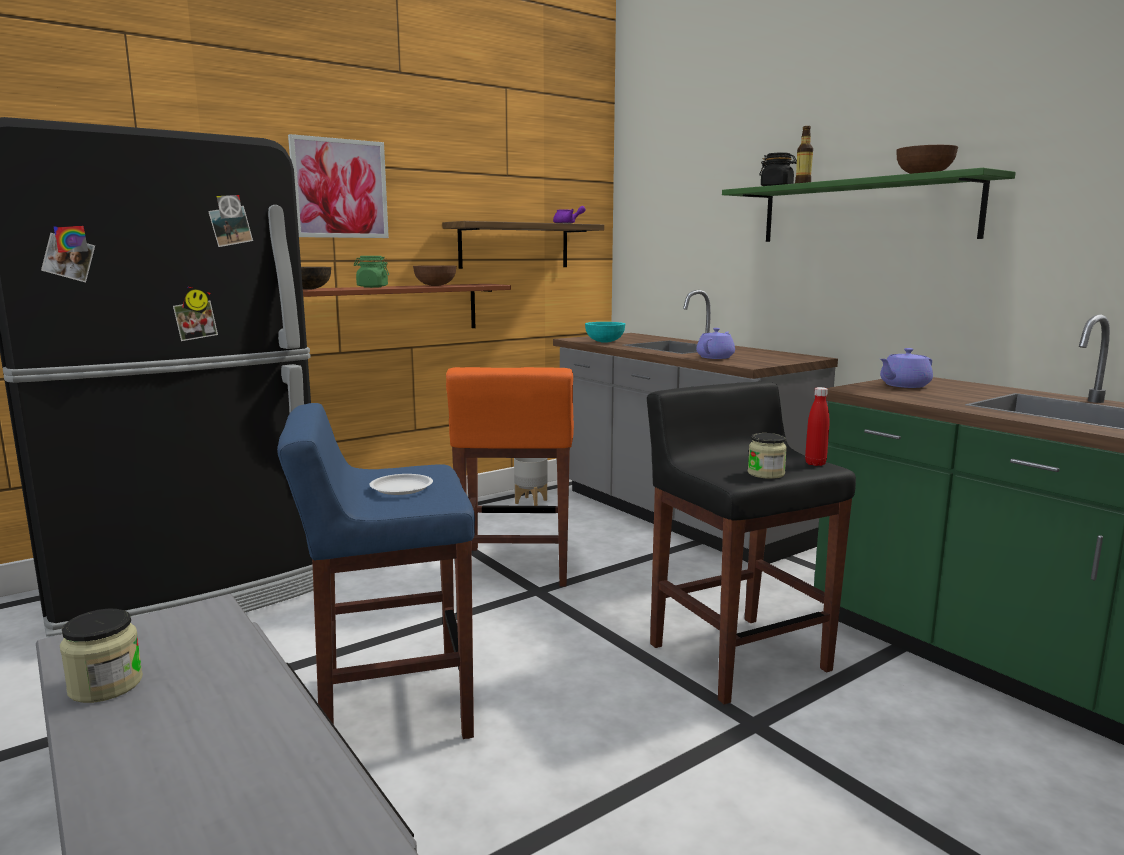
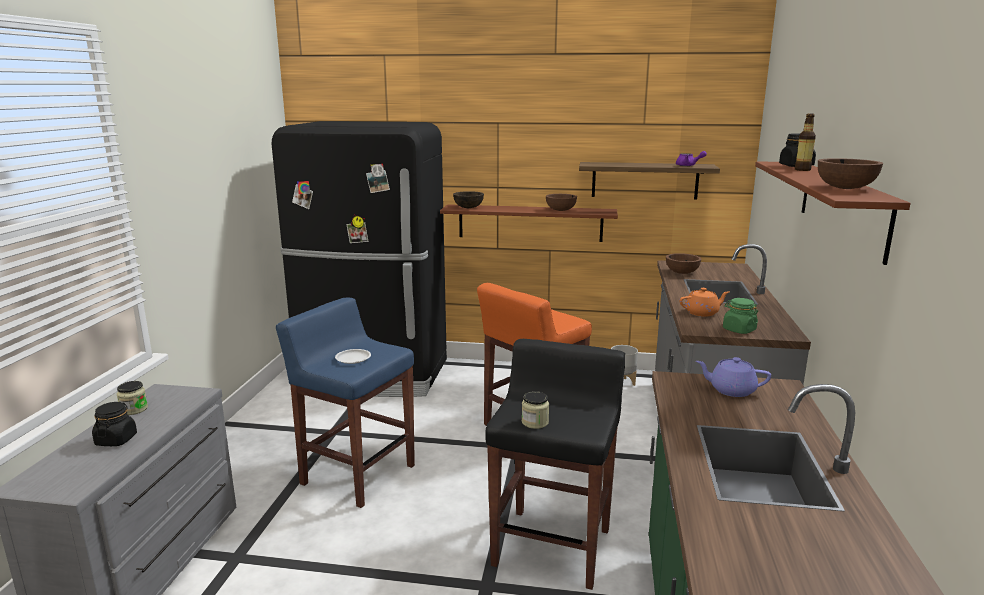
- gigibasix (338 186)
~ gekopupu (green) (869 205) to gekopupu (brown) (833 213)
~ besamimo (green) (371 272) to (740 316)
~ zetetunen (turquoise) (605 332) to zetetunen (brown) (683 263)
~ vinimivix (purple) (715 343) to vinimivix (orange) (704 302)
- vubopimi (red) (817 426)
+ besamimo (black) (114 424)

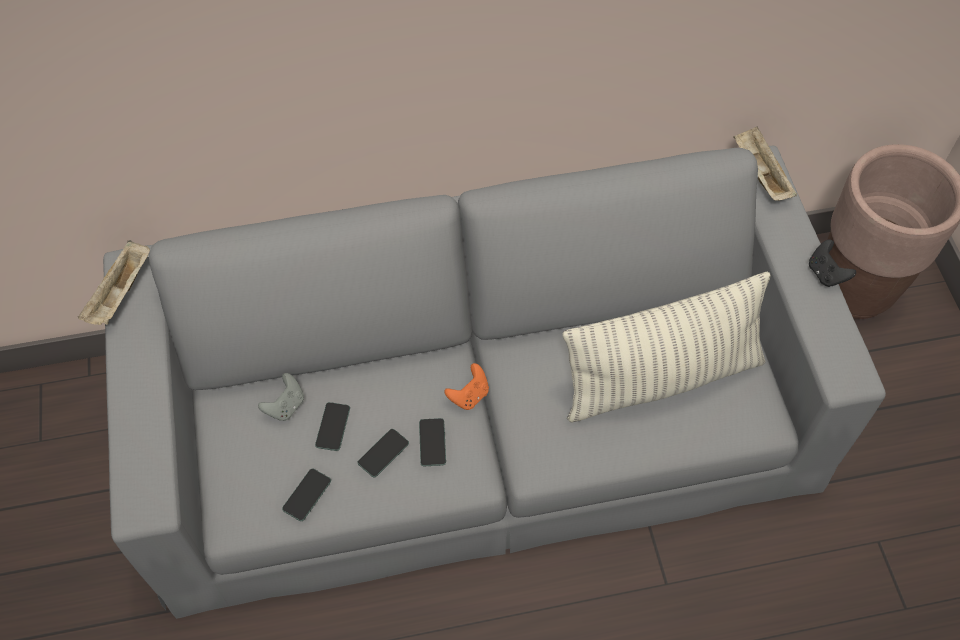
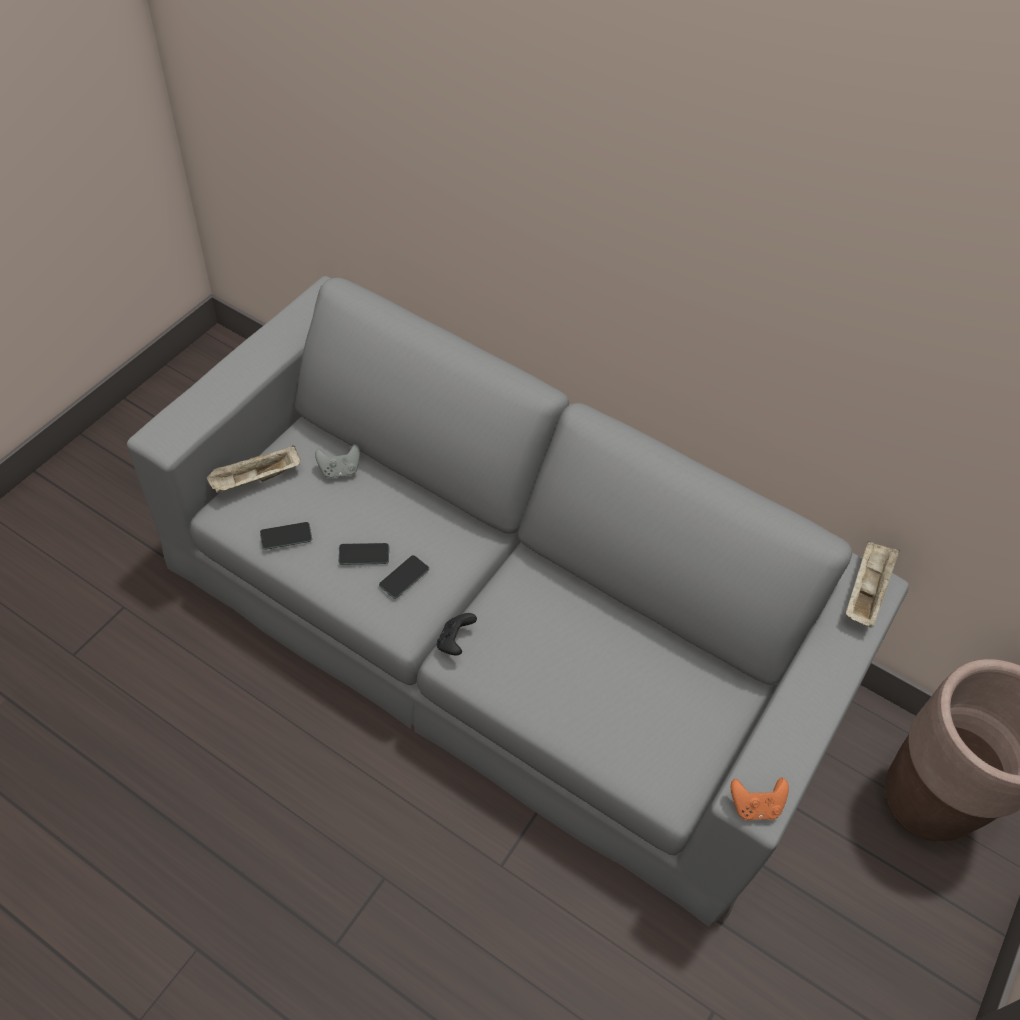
~ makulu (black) (832 263) to (457 634)
~ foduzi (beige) (114 282) to (254 469)
- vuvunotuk (667 347)
~ makulu (orange) (466 386) to (760 799)
- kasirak (332 426)

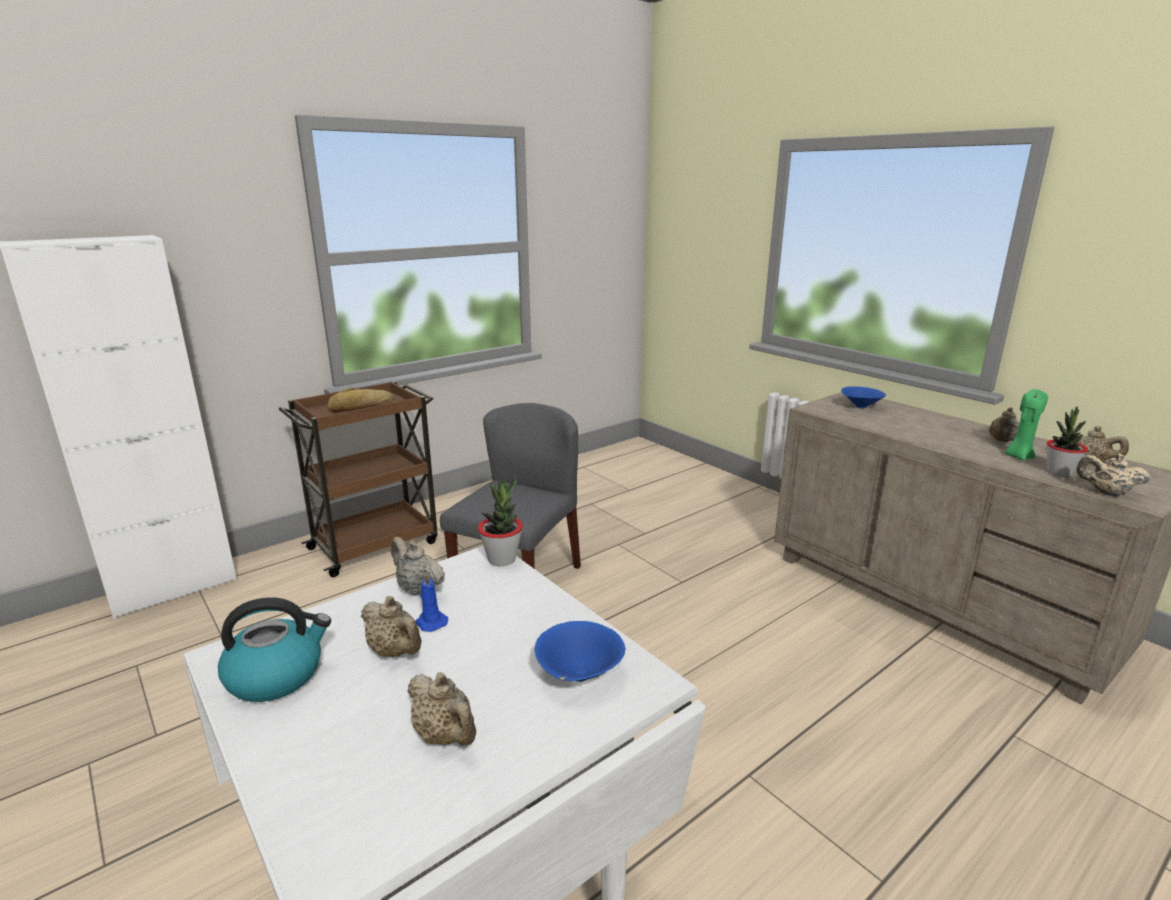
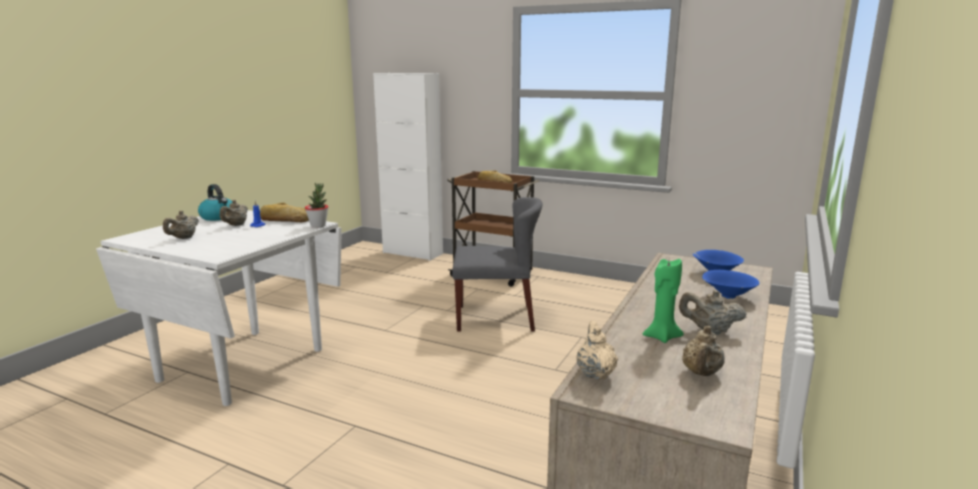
- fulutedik (1067 441)
~ vinimivix (beige) (418 566) to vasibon (284 212)
~ zetetunen (blue) (580 651) to (731 284)

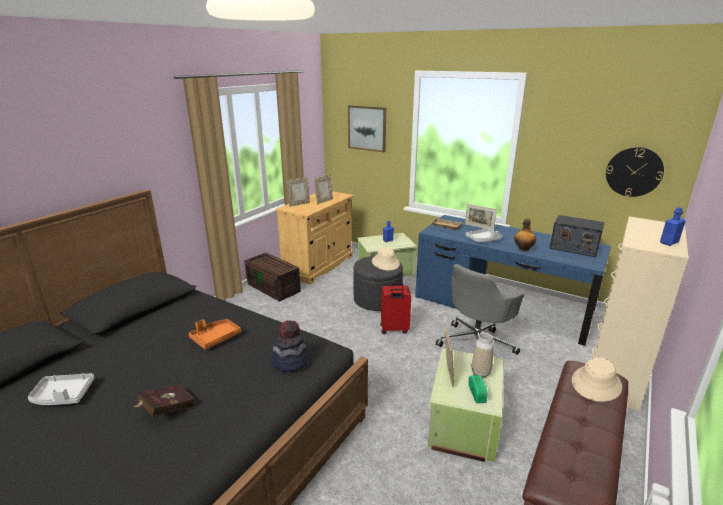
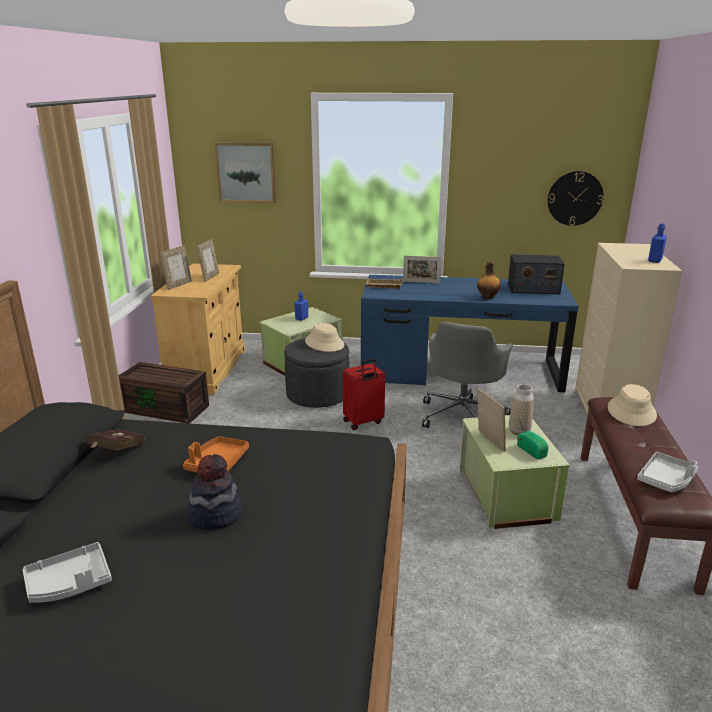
~ foduzi (grey) (484 235) to (667 472)
~ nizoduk (289 346) to (214 492)
~ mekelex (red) (165 401) to (115 440)

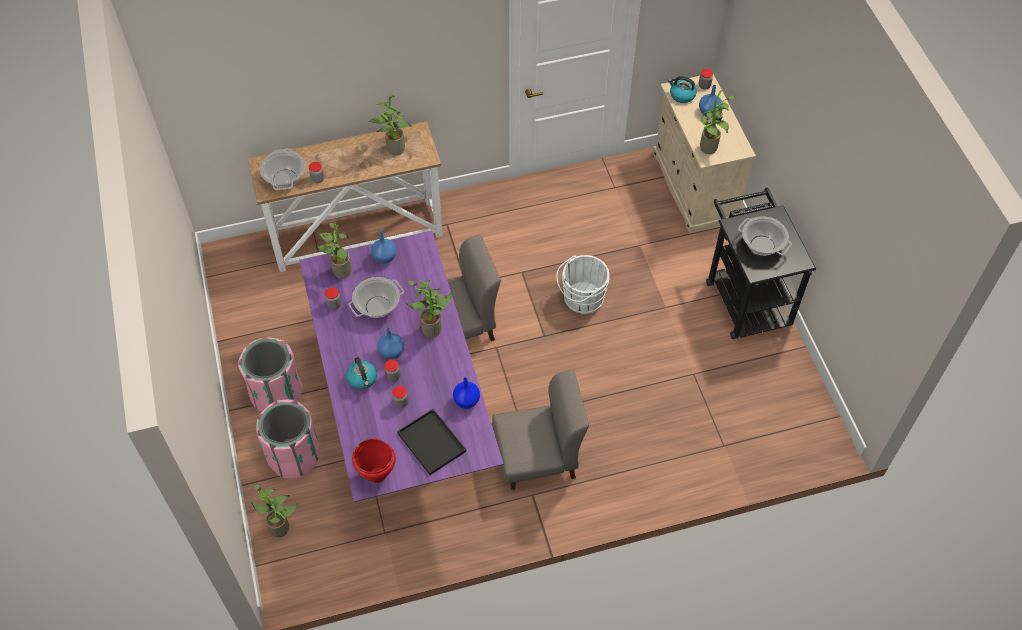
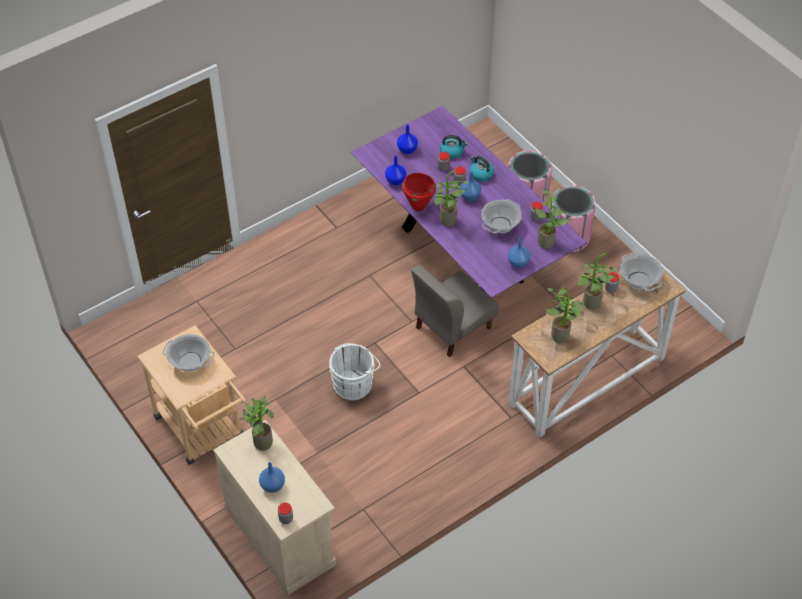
~ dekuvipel (682 89) to (454 147)
~ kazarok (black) (761 263) to kazarok (beige) (191 395)
- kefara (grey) (540 430)
~ foduzi (black) (431 442) to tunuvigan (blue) (407 139)
~ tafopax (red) (374 461) to (419 192)
~ fulutedik (274 510) to (598 281)

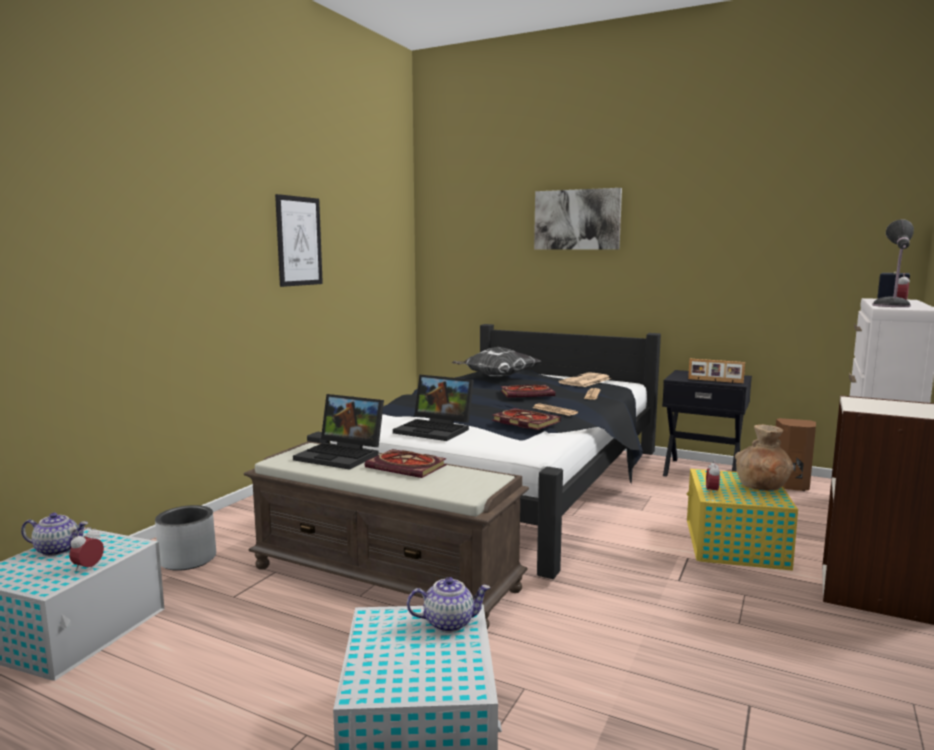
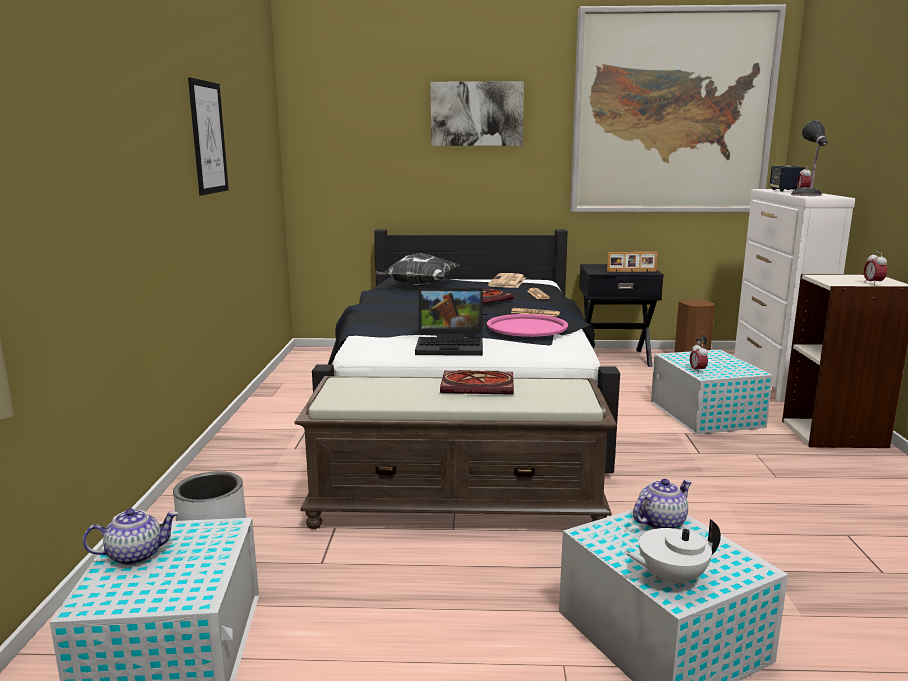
- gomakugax (338 432)
~ mekelex (526 419) to foduzi (pink) (527 325)
- tunuvigan (brown) (764 458)
~ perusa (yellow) (742 520) to perusa (white) (712 391)
~ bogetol (86 549) to (875 268)
+ gigibasix (678 108)
+ vinimivix (white) (672 553)

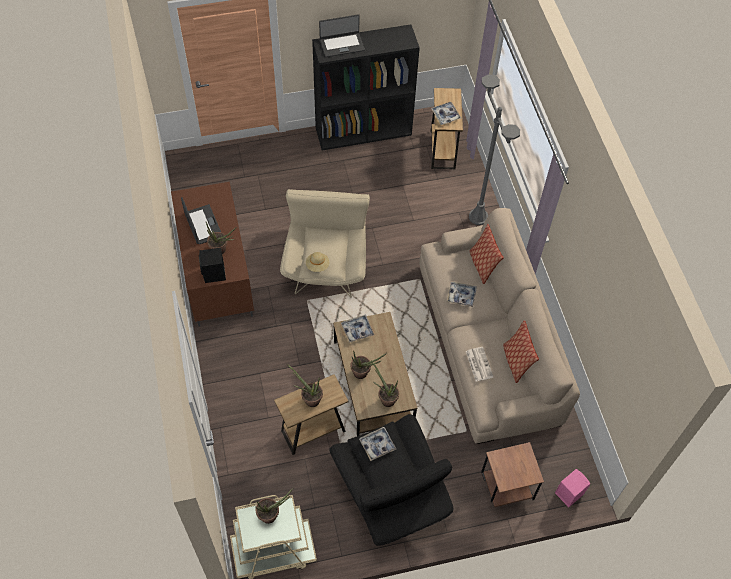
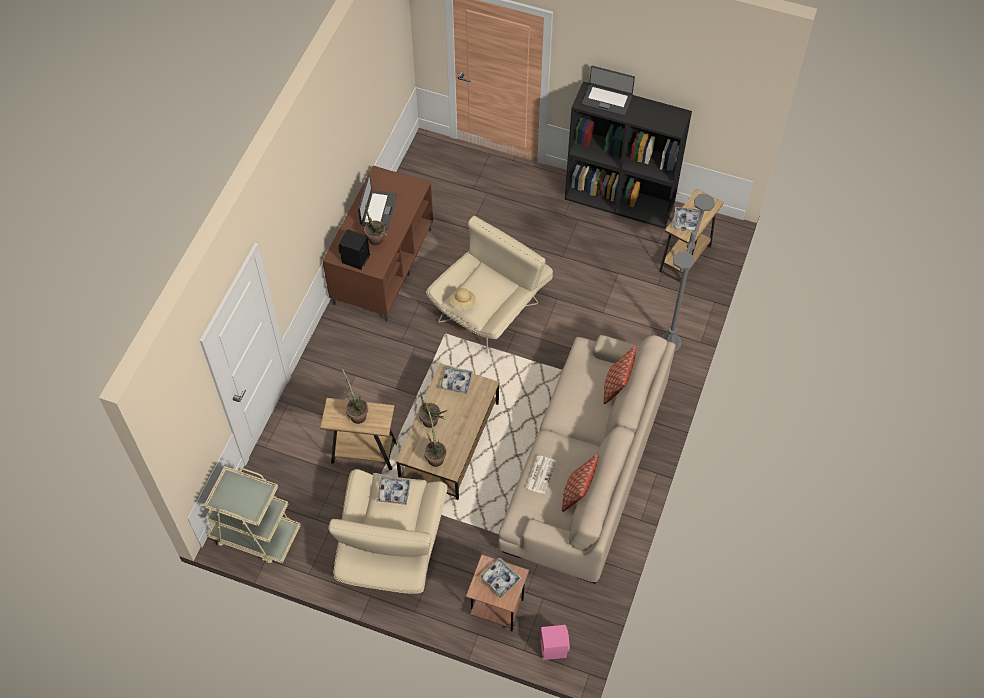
~ foduzi (462 294) to (500 578)
~ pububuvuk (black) (391 480) to pububuvuk (beige) (388 531)
- fulutedik (274 506)

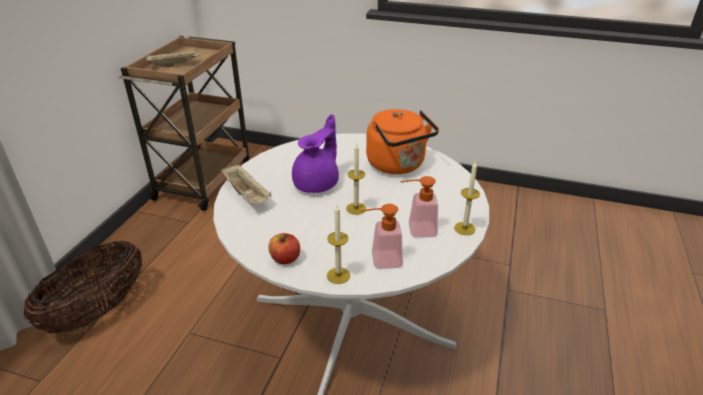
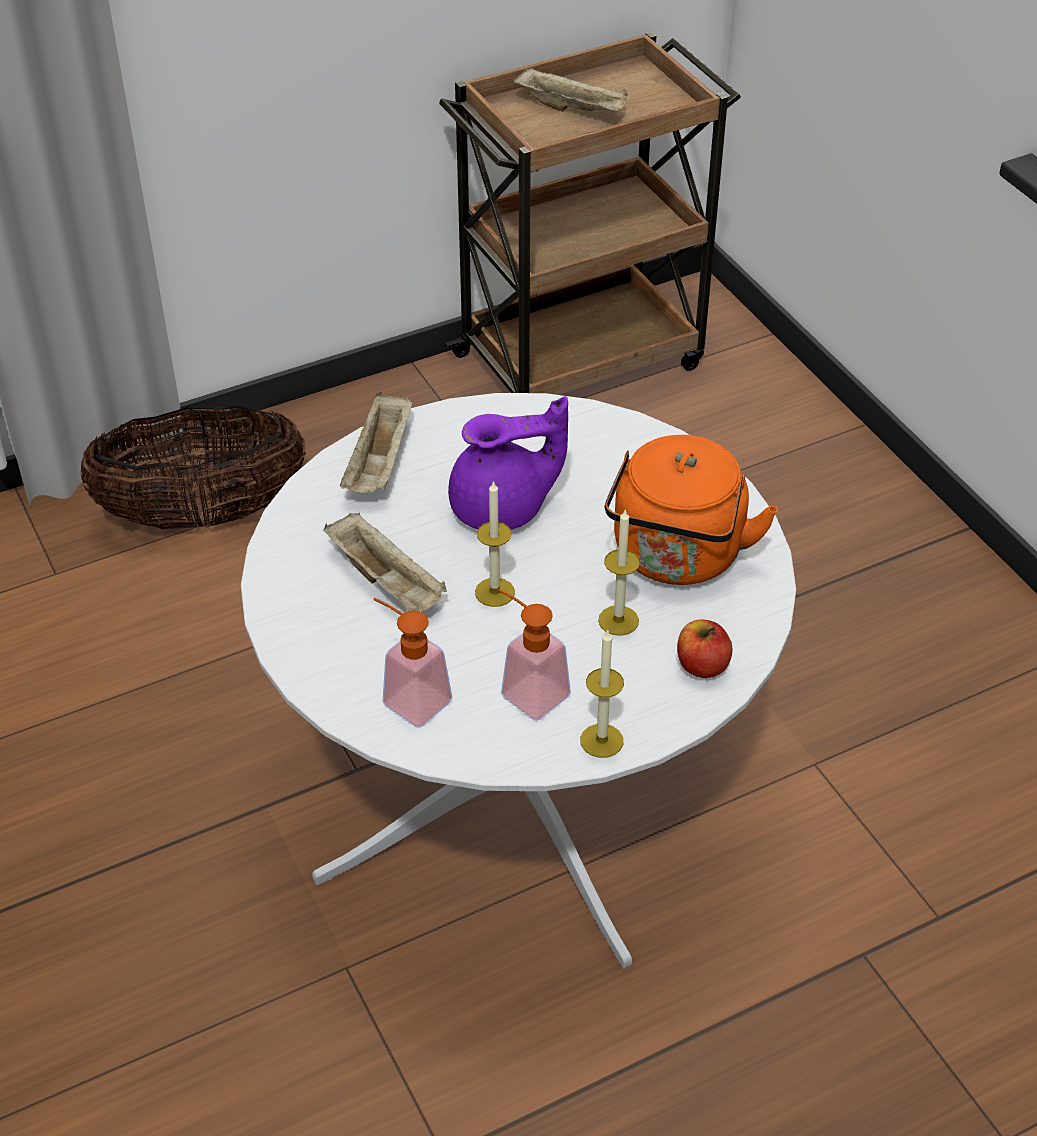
~ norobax (338 244) to (619 573)
~ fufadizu (284 248) to (705 649)
+ foduzi (beige) (385 562)

